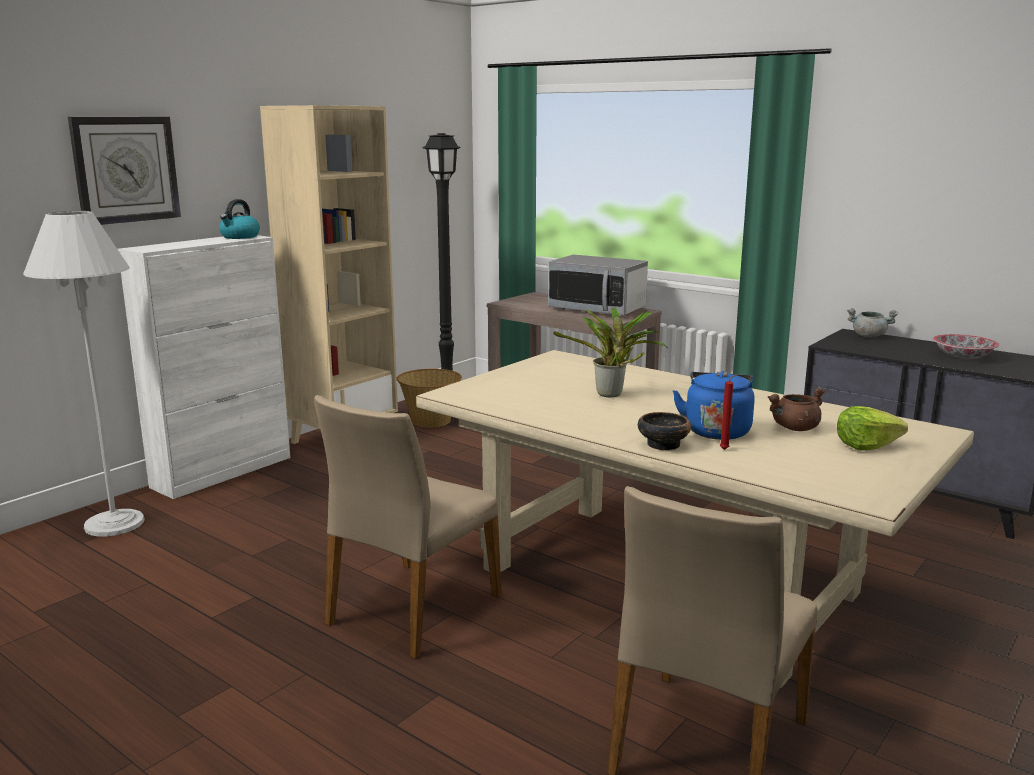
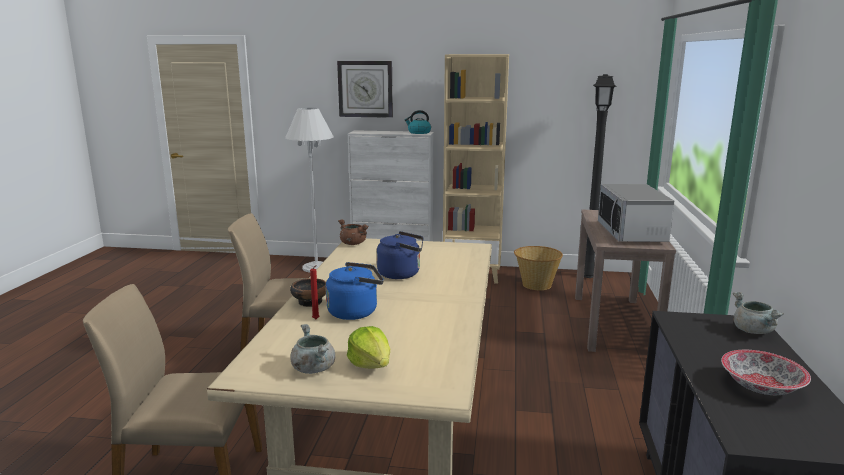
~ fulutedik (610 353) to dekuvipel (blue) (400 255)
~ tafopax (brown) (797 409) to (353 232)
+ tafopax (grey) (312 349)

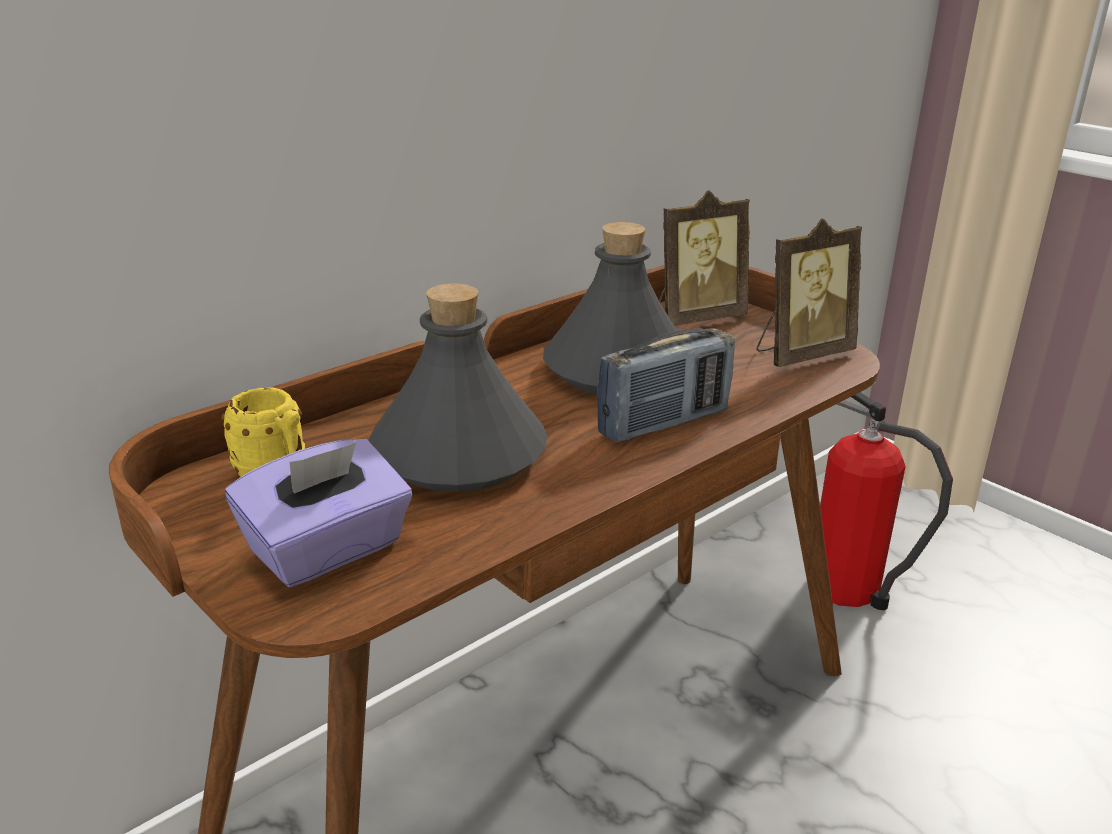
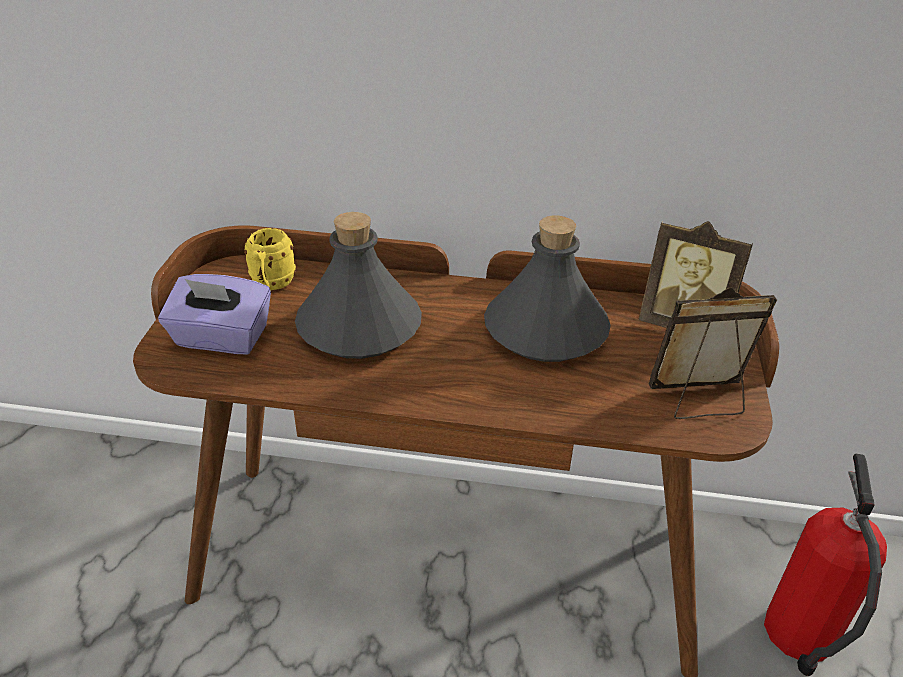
~ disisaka (809 292) = (713 353) 150 degrees clockwise
- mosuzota (666 385)

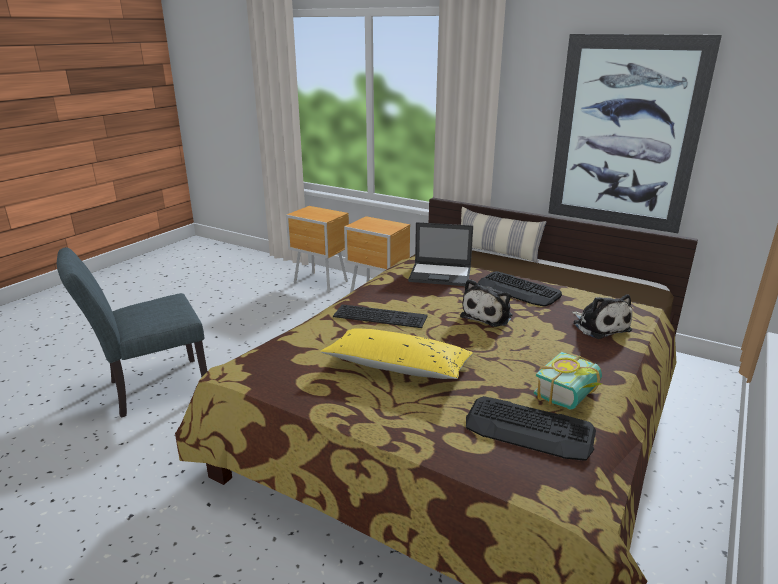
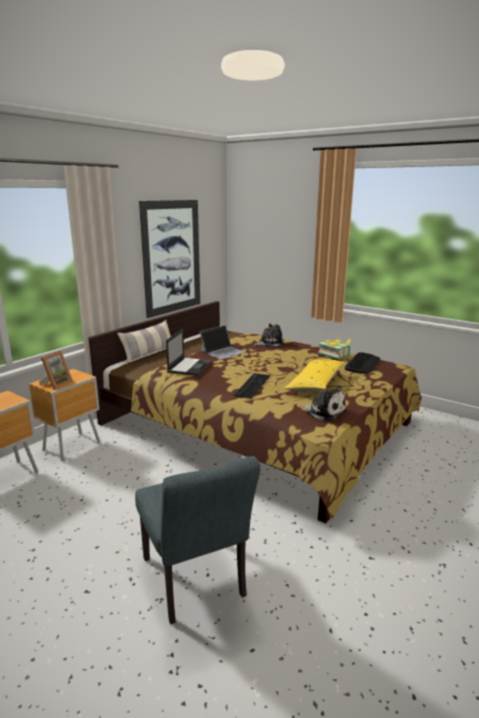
~ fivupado (520 289) to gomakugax (222 342)
~ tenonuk (486 303) to (323 403)
+ disisaka (56 370)

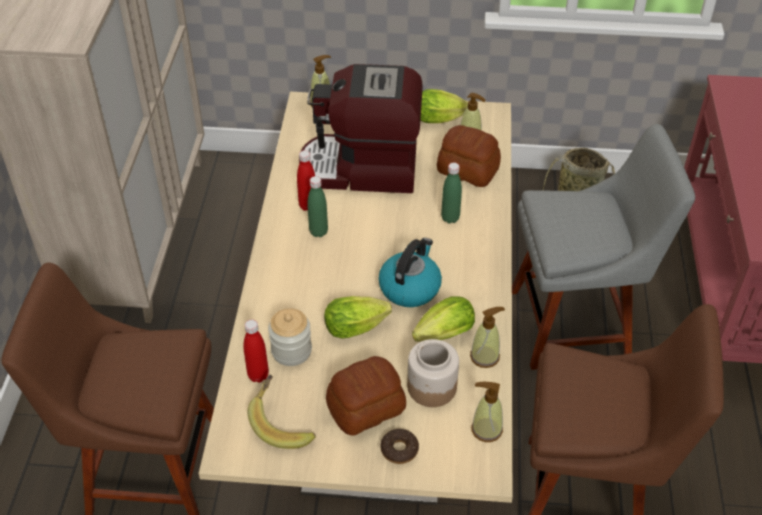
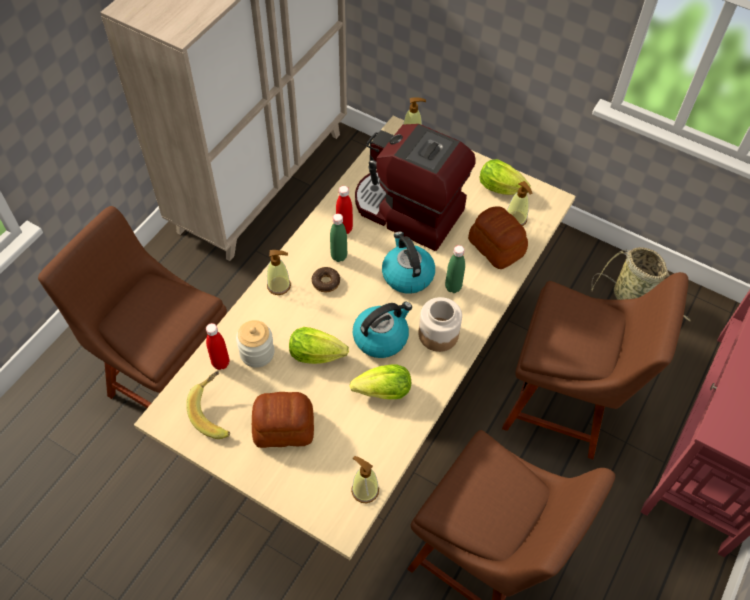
~ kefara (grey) (603 247) to kefara (brown) (595 365)
~ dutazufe (487 337) to (279 272)
~ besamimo (433 373) to (440 324)
~ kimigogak (399 446) to (326 280)
+ dekuvipel (408 262)

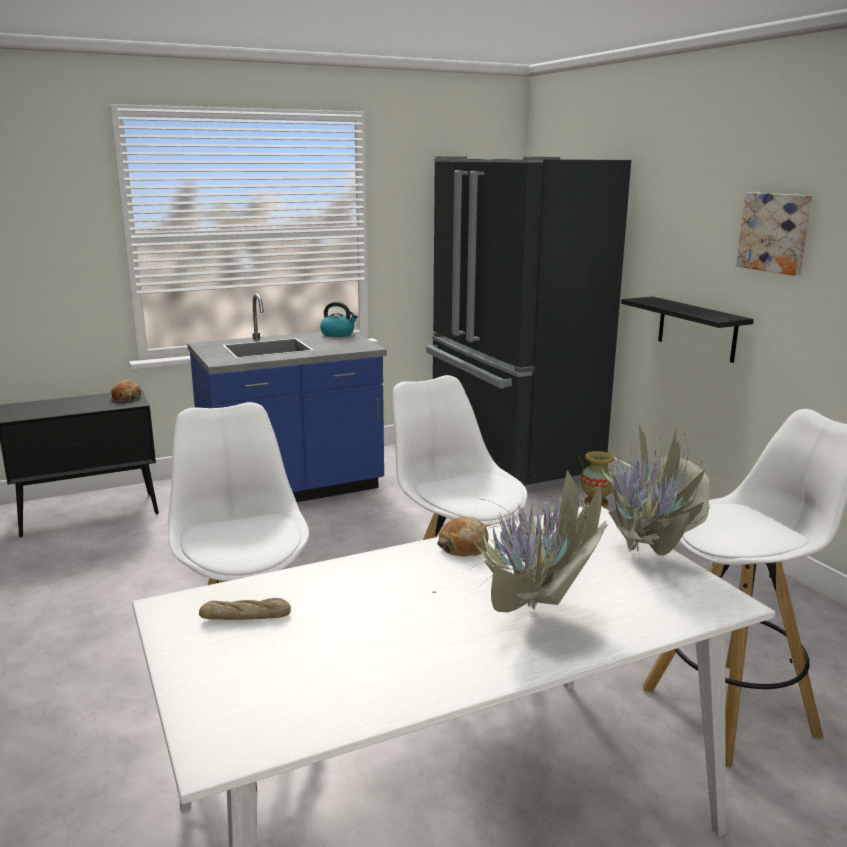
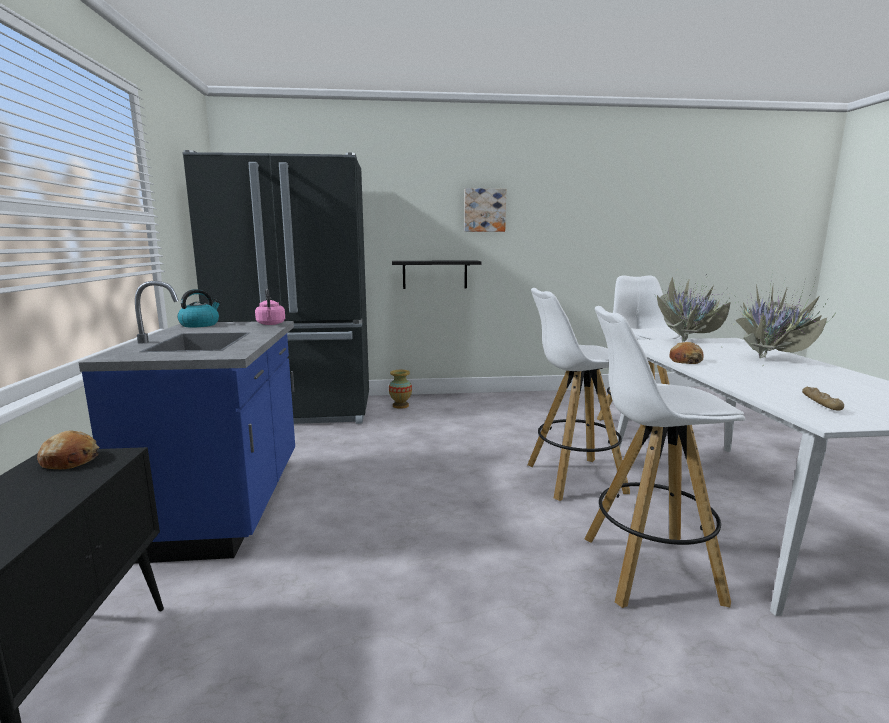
+ dekuvipel (pink) (270 307)

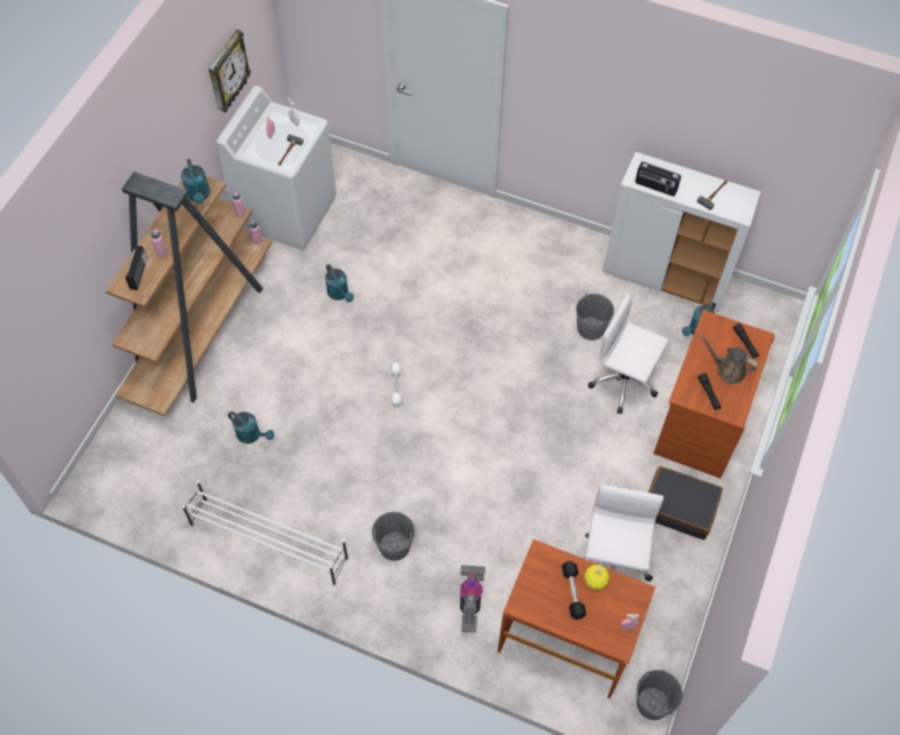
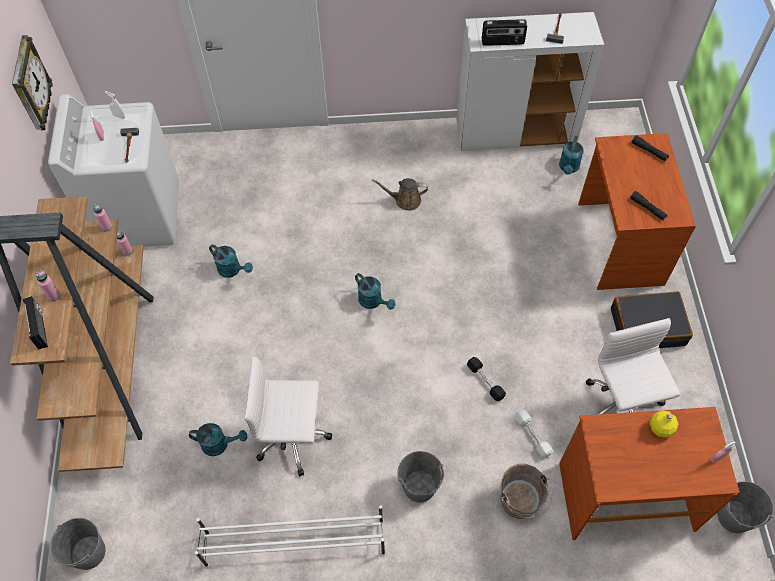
~ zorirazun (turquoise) (195 181) to (375 291)
~ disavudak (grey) (595 316) to (78 544)
~ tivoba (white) (628 353) to (288 416)
~ zorirazun (brown) (728 359) to (400 194)
~ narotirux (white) (396 385) to (534 433)
~ narotirux (black) (574 590) to (486 379)
~ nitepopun (472 599) to disavudak (brown) (526 491)

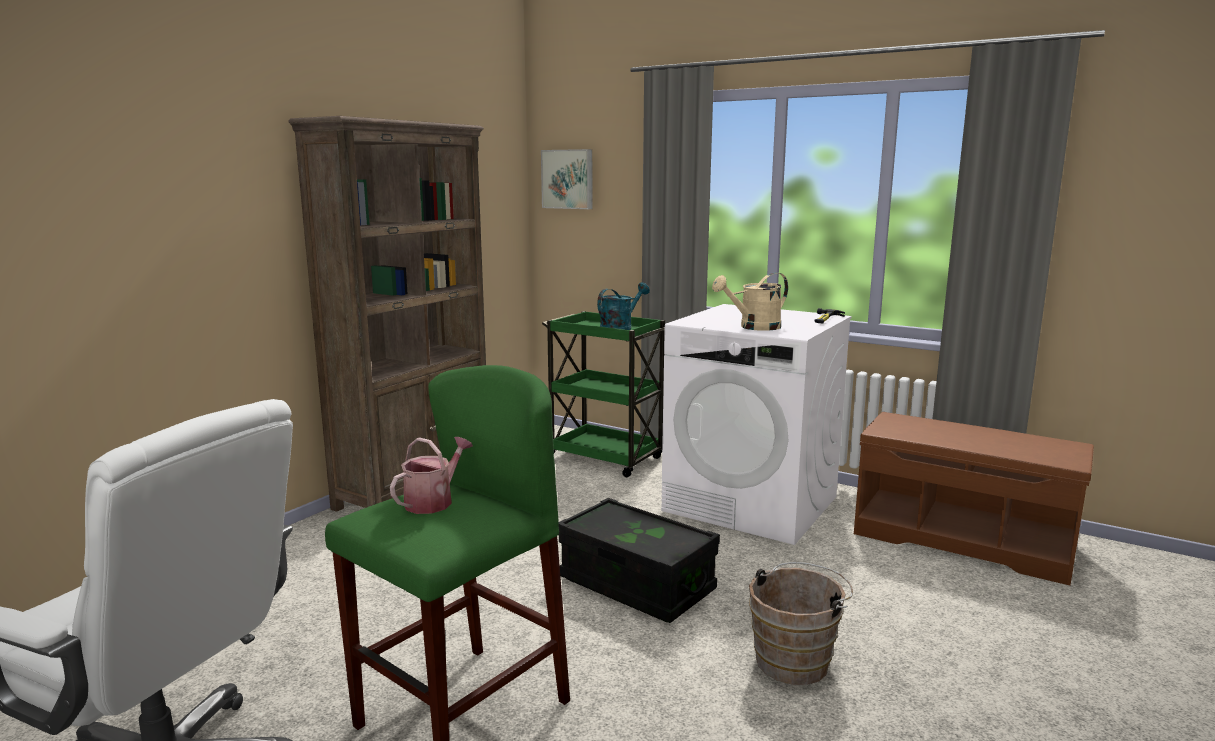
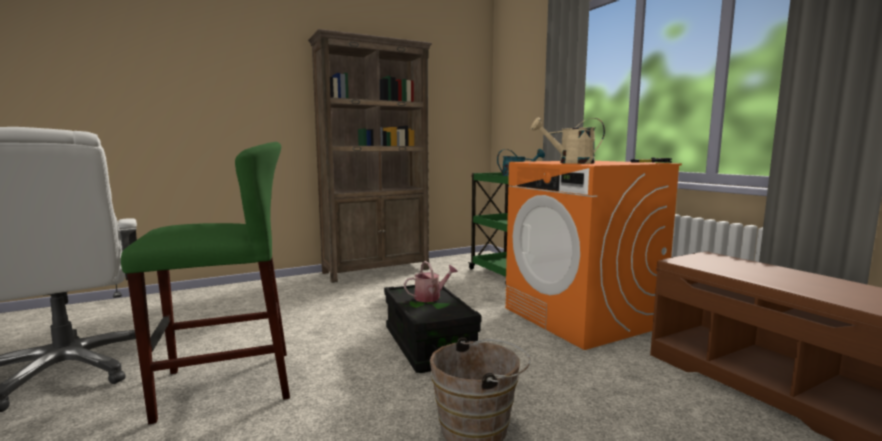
- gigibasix (567 179)
~ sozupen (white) (756 424) to sozupen (orange) (593 255)
~ zorirazun (431 475) to (431 281)

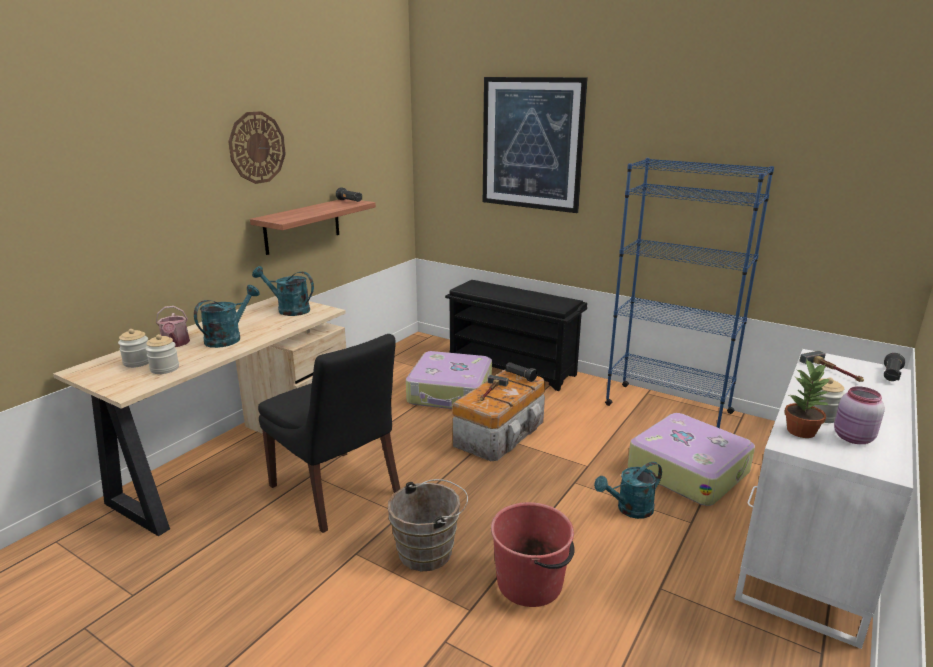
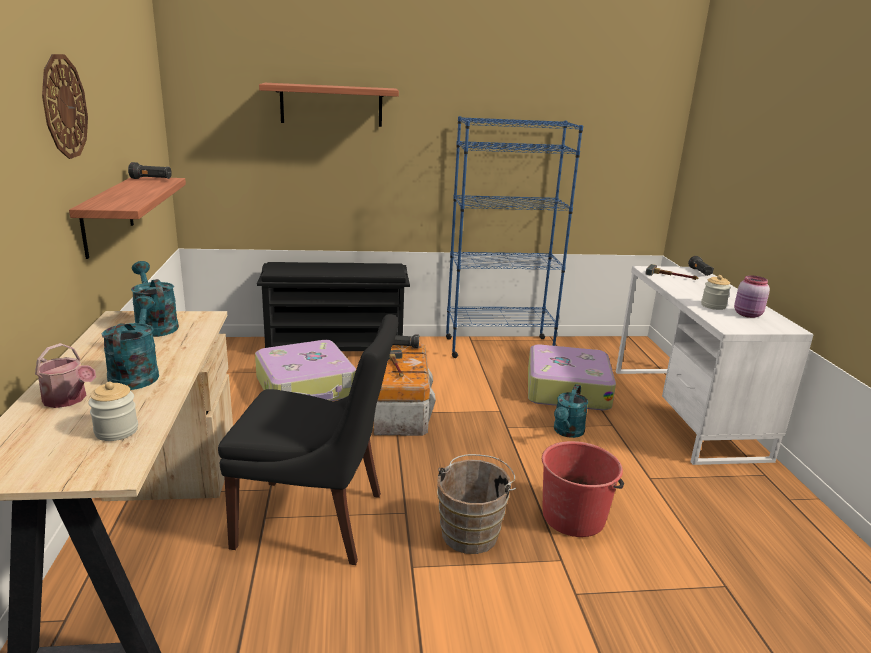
~ gigibasix (535 145) to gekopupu (329 105)
~ zorirazun (turquoise) (283 291) = (155 299) 75 degrees clockwise
- besamimo (133 348)
- fulutedik (807 398)

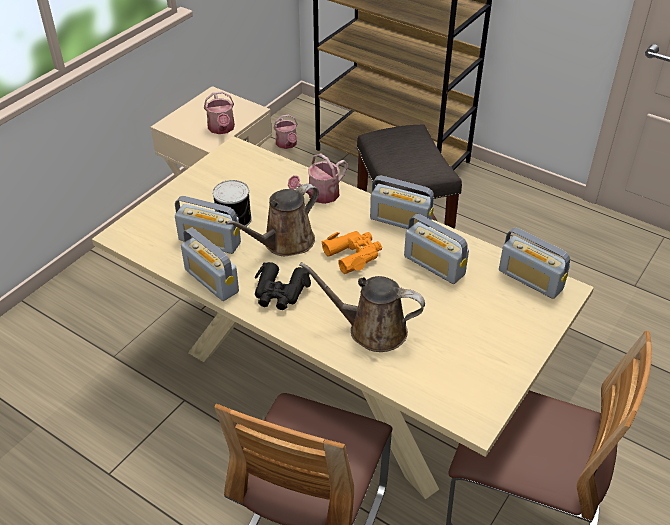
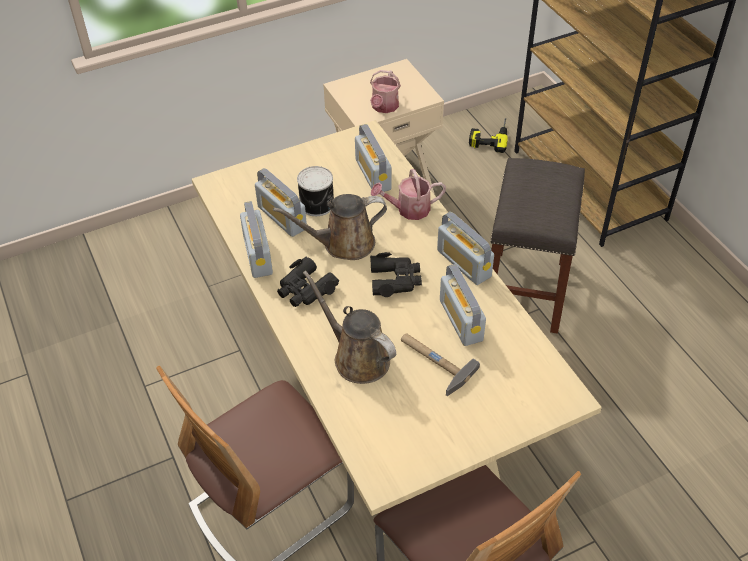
~ zorirazun (286 131) to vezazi (488 135)
~ mosuzota (534 263) to (373 158)
~ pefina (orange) (352 252) to pefina (black) (396 274)
+ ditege (440 364)

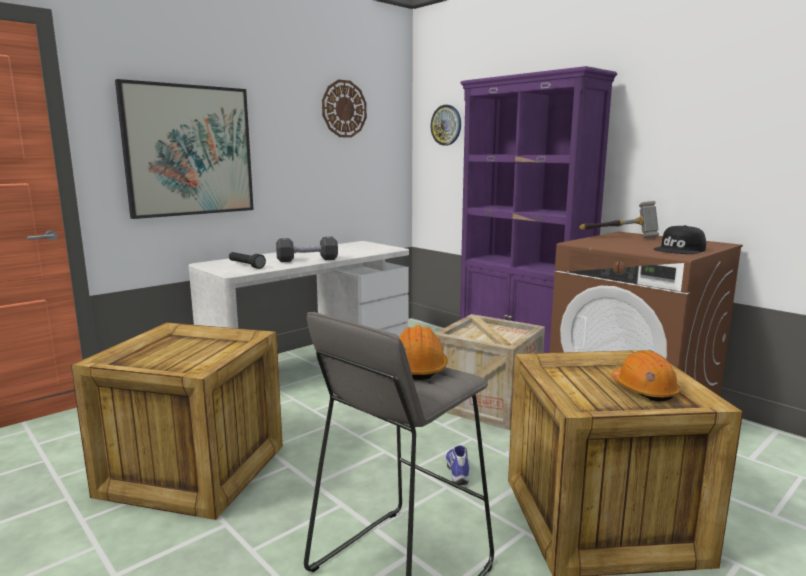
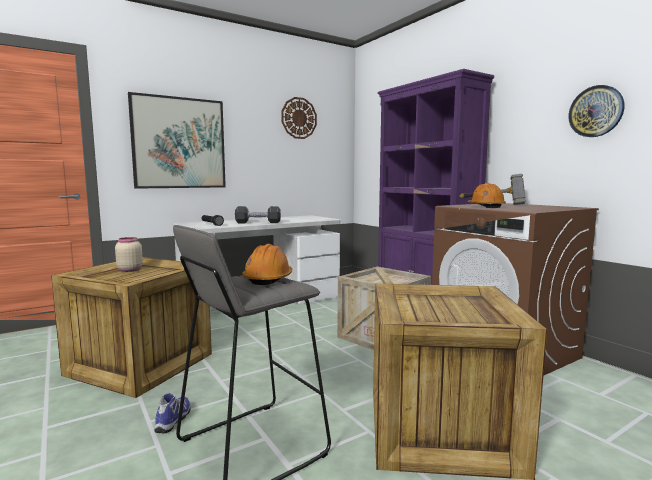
~ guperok (446 125) to (596 111)
- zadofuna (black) (680 239)
~ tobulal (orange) (646 376) to (487 195)
~ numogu (457 465) to (172 413)
+ besamimo (beige) (129 254)

